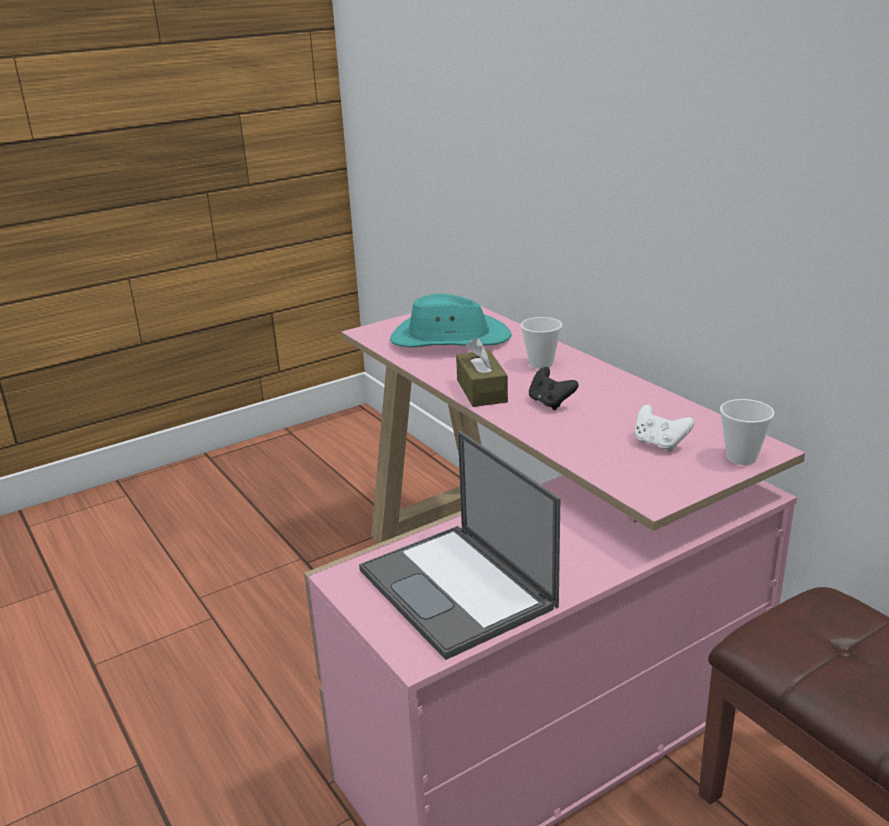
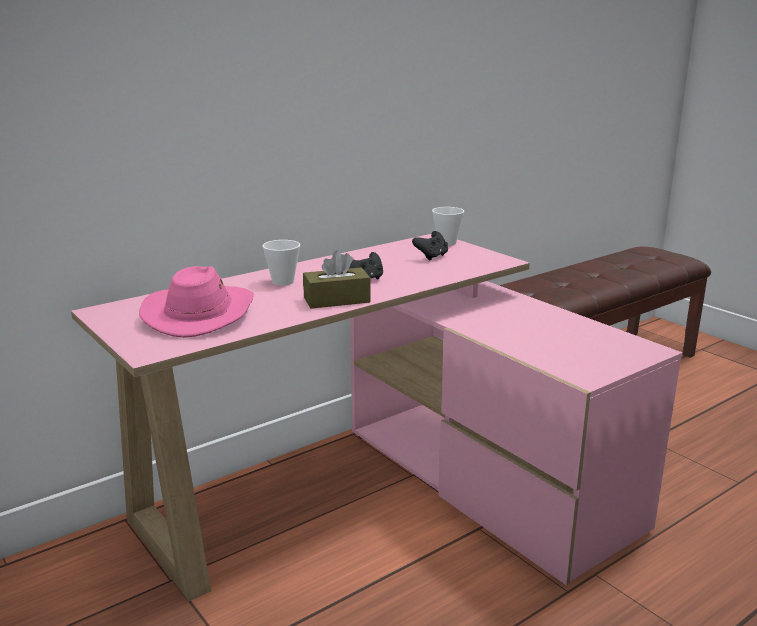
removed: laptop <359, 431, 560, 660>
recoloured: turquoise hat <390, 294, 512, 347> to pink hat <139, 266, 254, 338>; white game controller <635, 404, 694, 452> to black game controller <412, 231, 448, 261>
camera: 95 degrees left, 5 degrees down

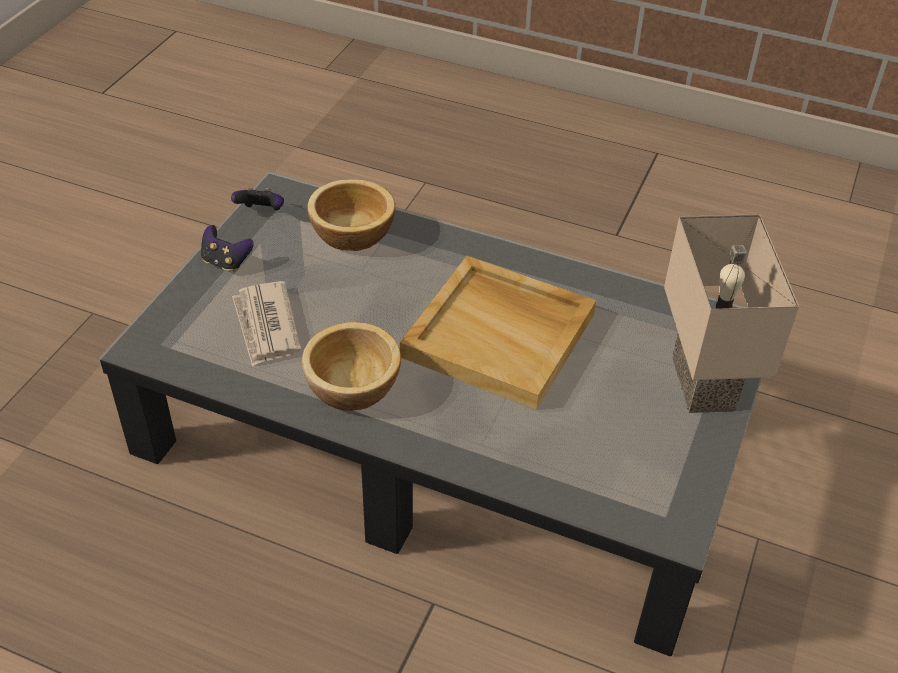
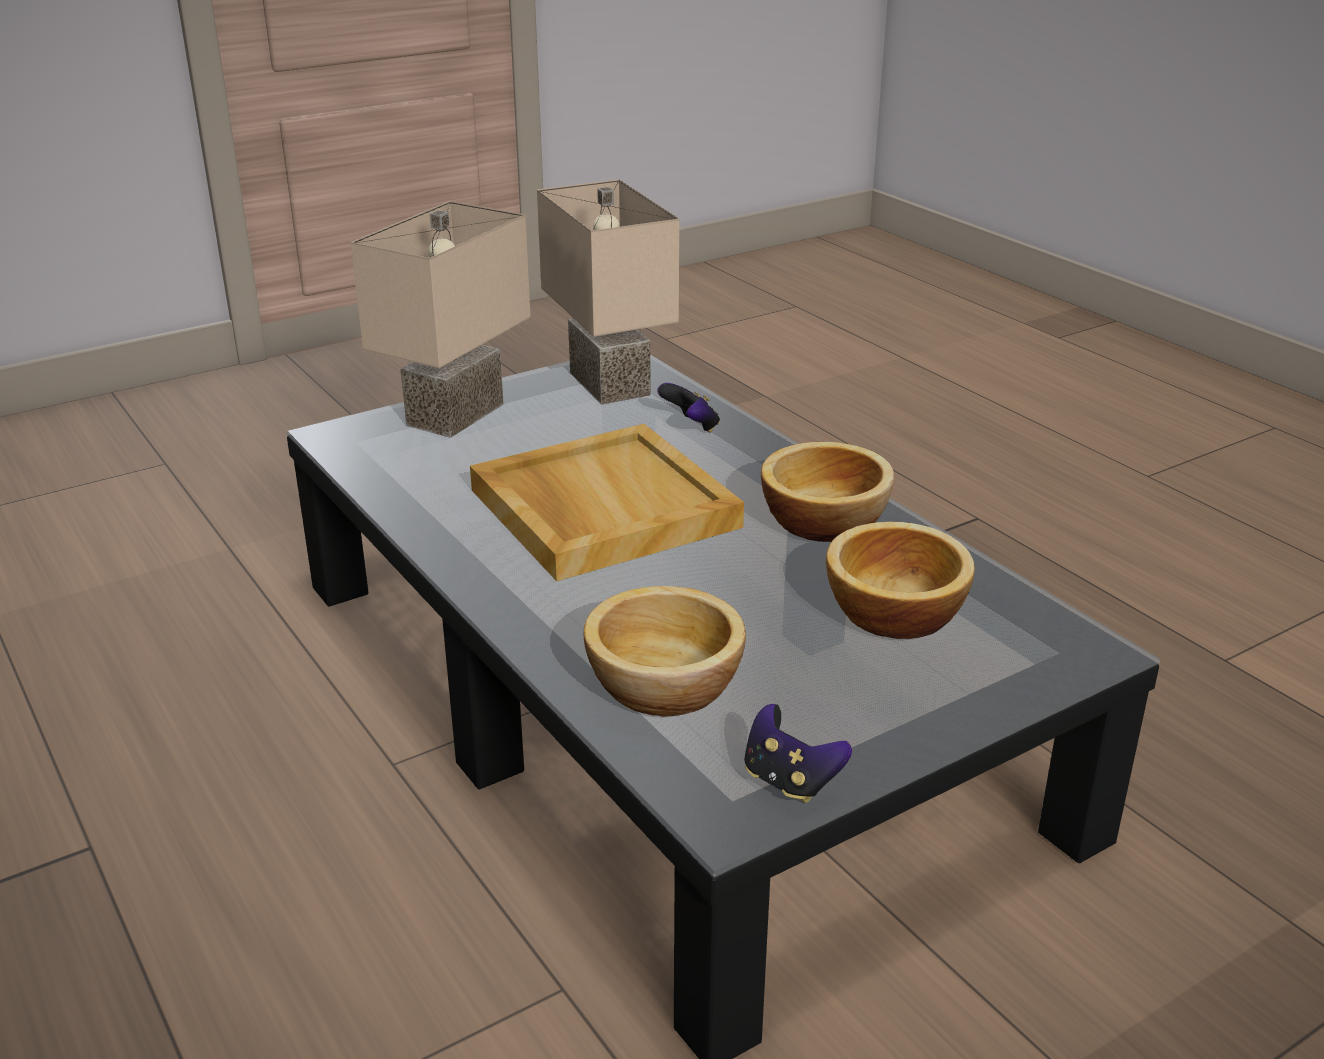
added: beige table lamp <537, 179, 679, 404>
moved: game controller <201, 225, 254, 272> to <657, 383, 720, 432>
replaced: newspaper <232, 281, 302, 367> to bowl <826, 522, 975, 639>
camera: 145 degrees left, 15 degrees down

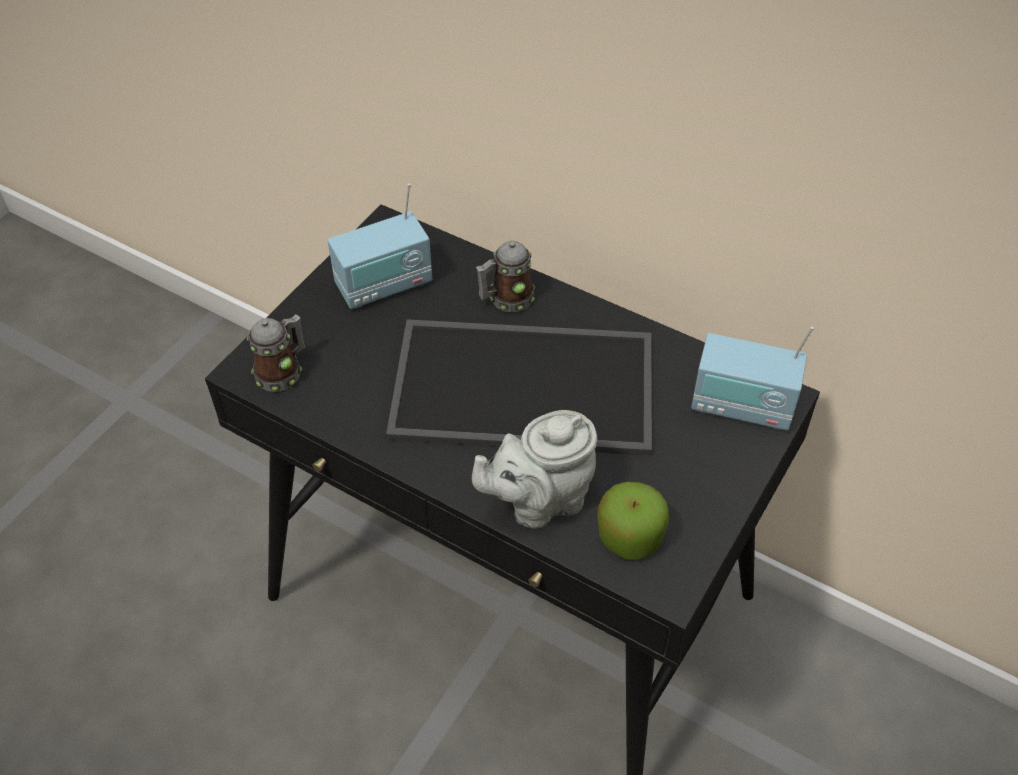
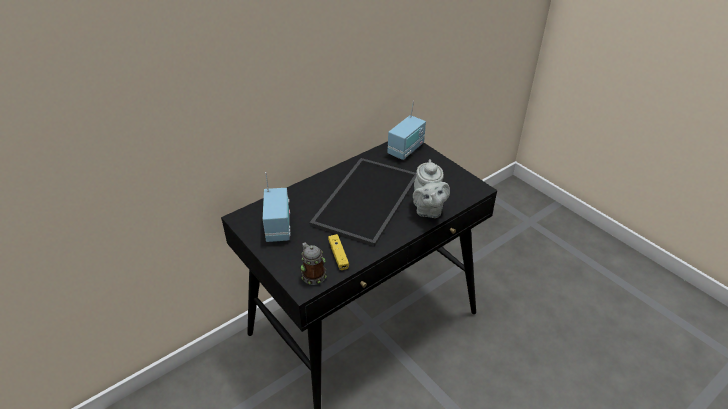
removed: mug <476, 241, 535, 312>; apple <598, 482, 669, 560>
added: yellow game controller <328, 234, 349, 270>
camera: 70 degrees left, 10 degrees down

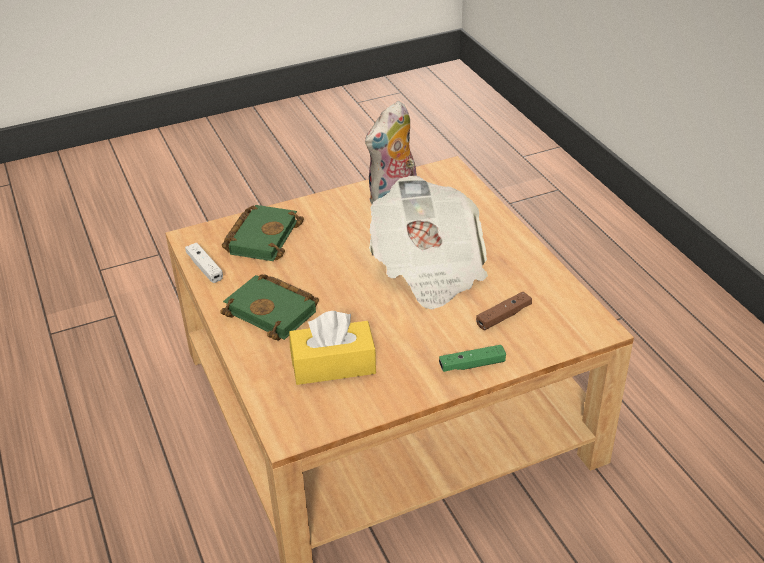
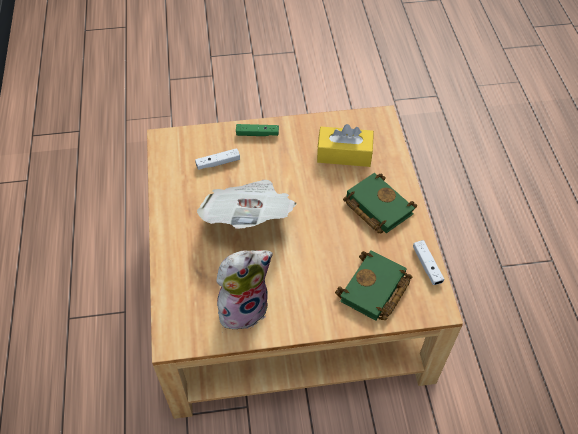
recoloured: brown game controller <476, 291, 532, 330> to white game controller <195, 148, 240, 170>
camera: 165 degrees left, 15 degrees up

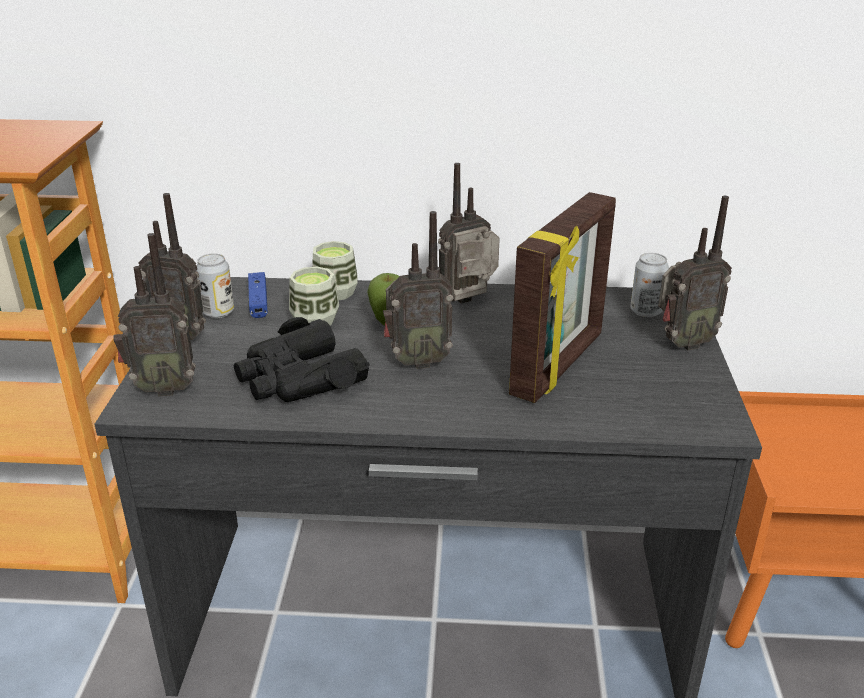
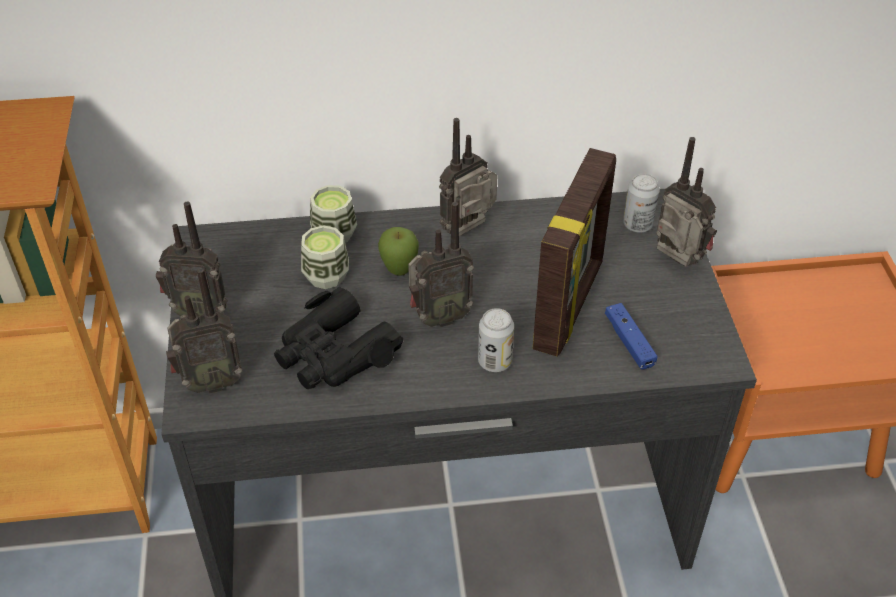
moved: can <196, 253, 234, 318> to <478, 308, 514, 372>; blue game controller <248, 272, 268, 318> to <605, 303, 658, 370>
turned: radio <658, 196, 732, 350> = <656, 137, 717, 267> 105 degrees counterclockwise
camera: 10 degrees left, 15 degrees up

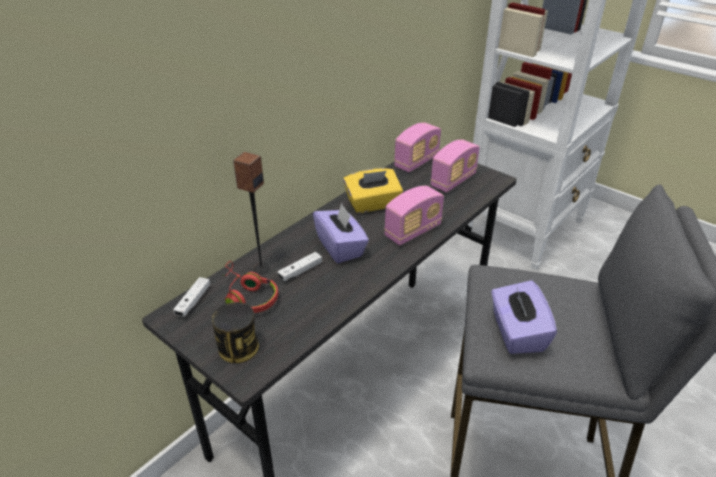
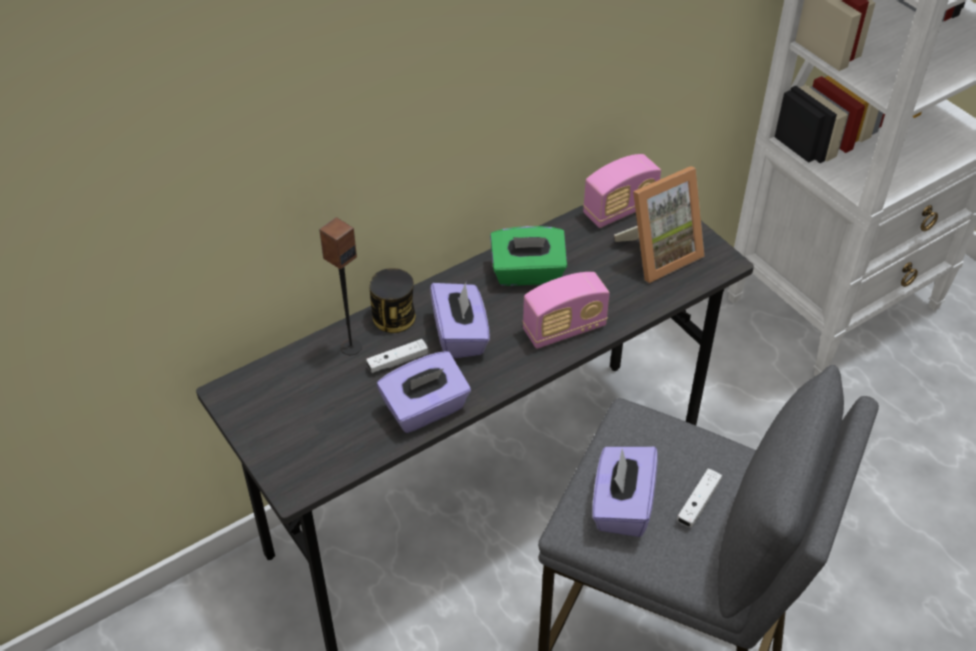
removed: red headphones <223, 261, 278, 313>
added: purple tissue box <377, 351, 471, 433>
moved: white game controller <173, 277, 210, 317> to <677, 469, 722, 528>; can <212, 302, 259, 363> to <369, 268, 416, 333>
replaced: radio <431, 139, 480, 193> to picture frame <614, 166, 705, 283>
recoloured: yellow tissue box <343, 168, 403, 213> to green tissue box <490, 226, 567, 286>
camera: 15 degrees right, 10 degrees up

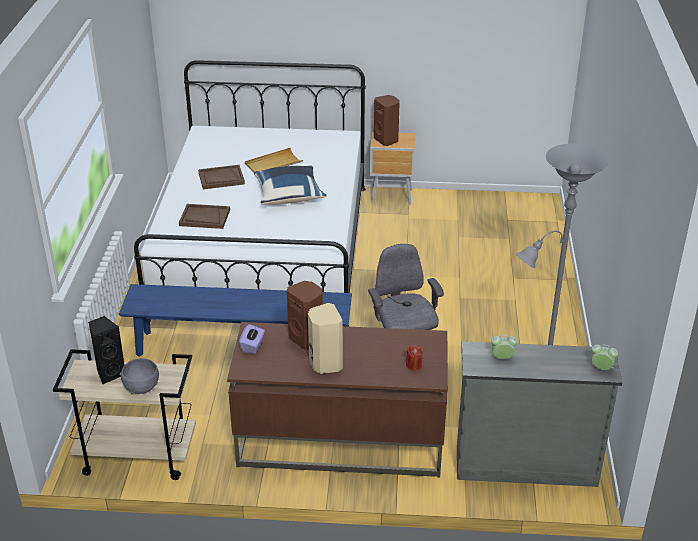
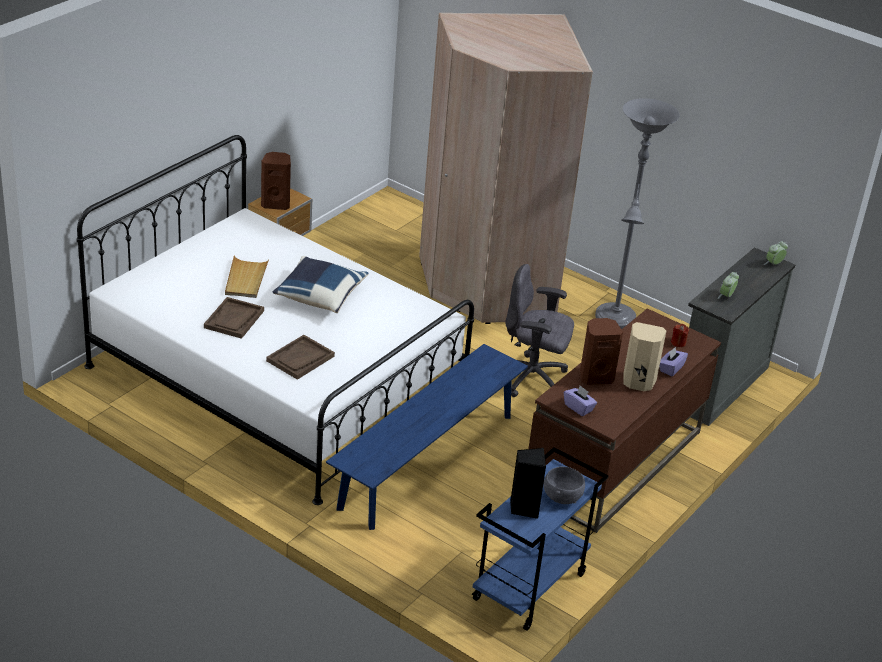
added: beige wardrobe <419, 13, 593, 324>; purple tissue box <659, 347, 688, 376>
recoloured: beige cart <53, 349, 196, 480> to blue cart <472, 447, 608, 631>
camera: 60 degrees left, 0 degrees up

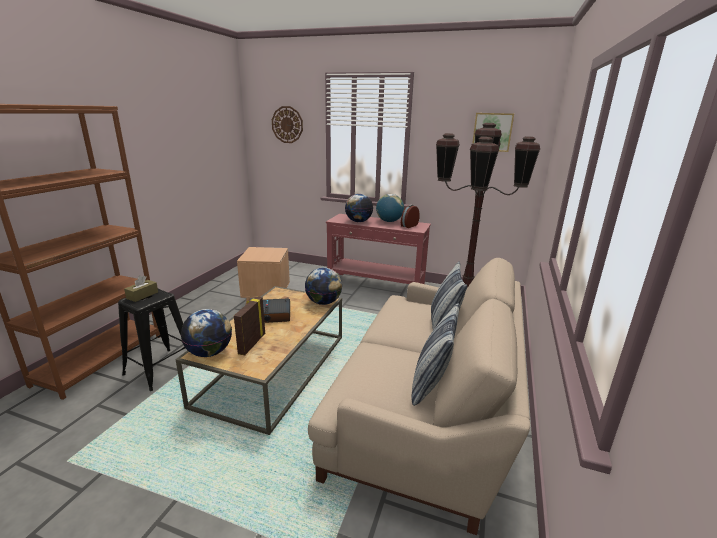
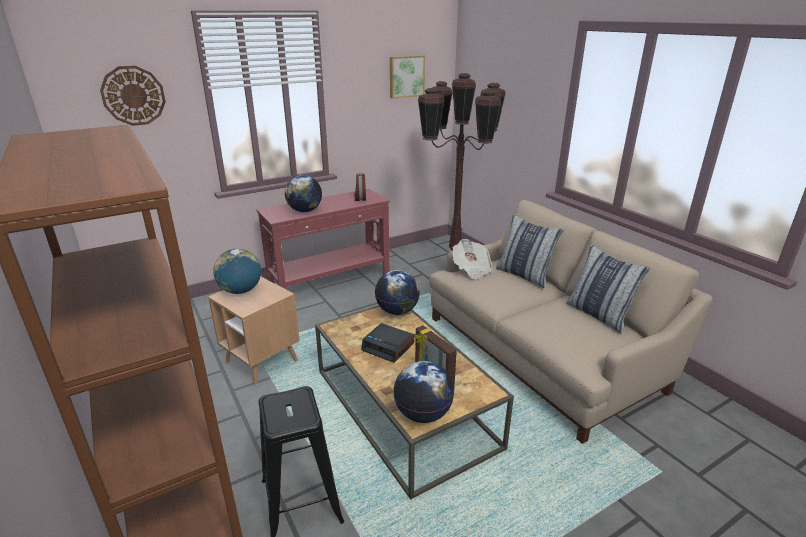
removed: brown tissue box <124, 275, 158, 302>
added: newspaper <453, 239, 492, 279>
moved: globe <376, 194, 404, 222> to <213, 249, 261, 294>
camera: 50 degrees left, 5 degrees up

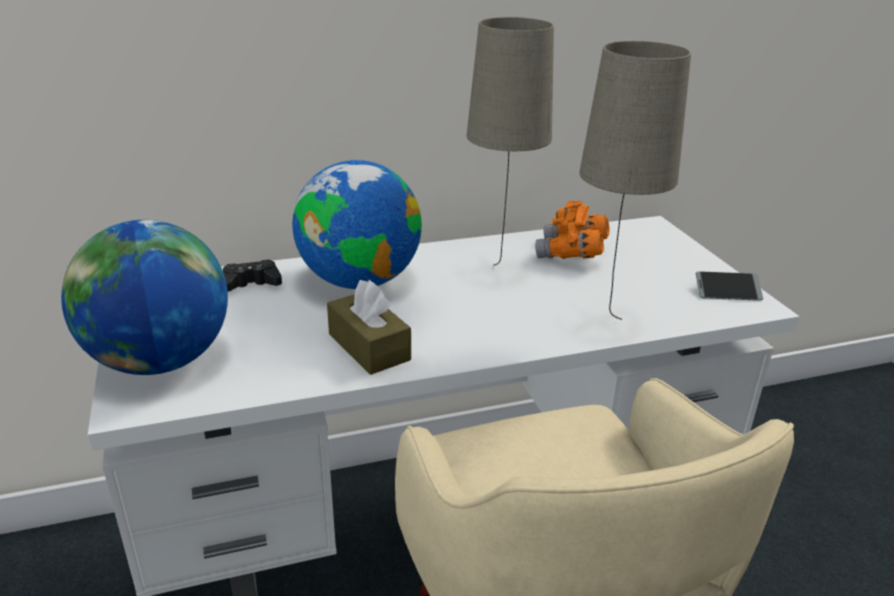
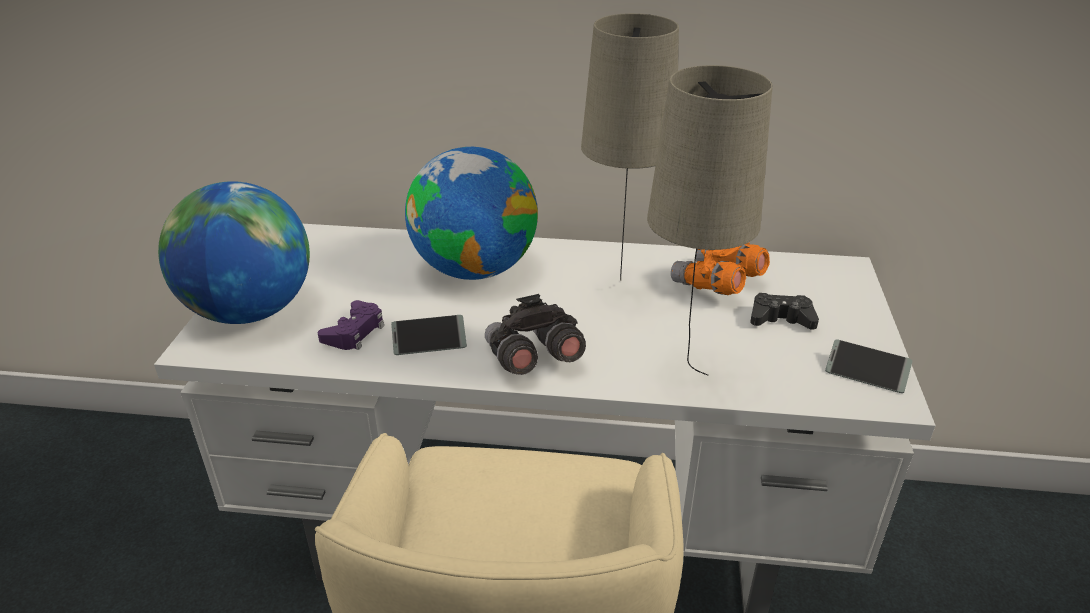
added: grey binoculars <485, 294, 586, 375>; purple game controller <318, 300, 384, 350>
moved: black game controller <223, 259, 282, 292> to <750, 293, 819, 330>
replaced: brown tissue box <327, 280, 411, 375> to phone <391, 315, 467, 355>
camera: 25 degrees right, 5 degrees up

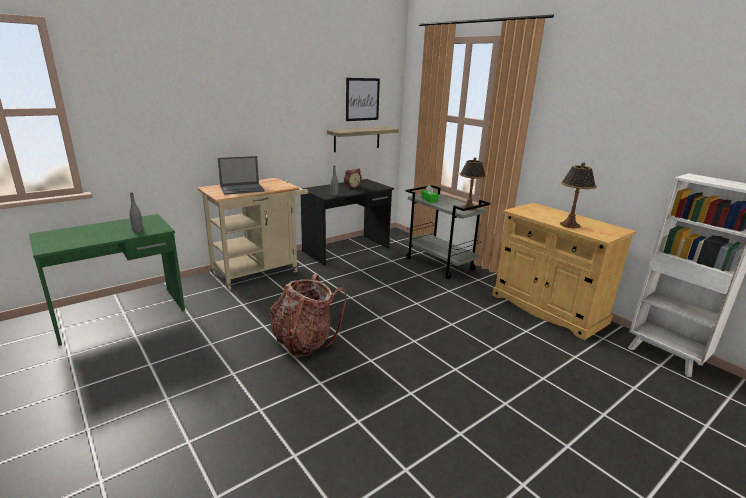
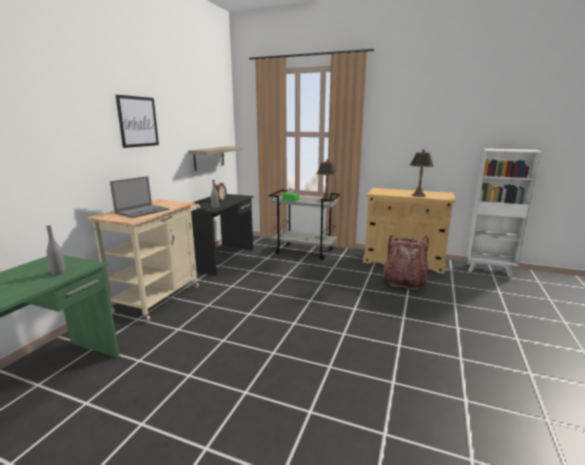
moved: picture <346, 78, 380, 121> to <116, 95, 159, 148>; backpack <270, 274, 347, 357> to <383, 235, 429, 290>
camera: 30 degrees left, 5 degrees down

